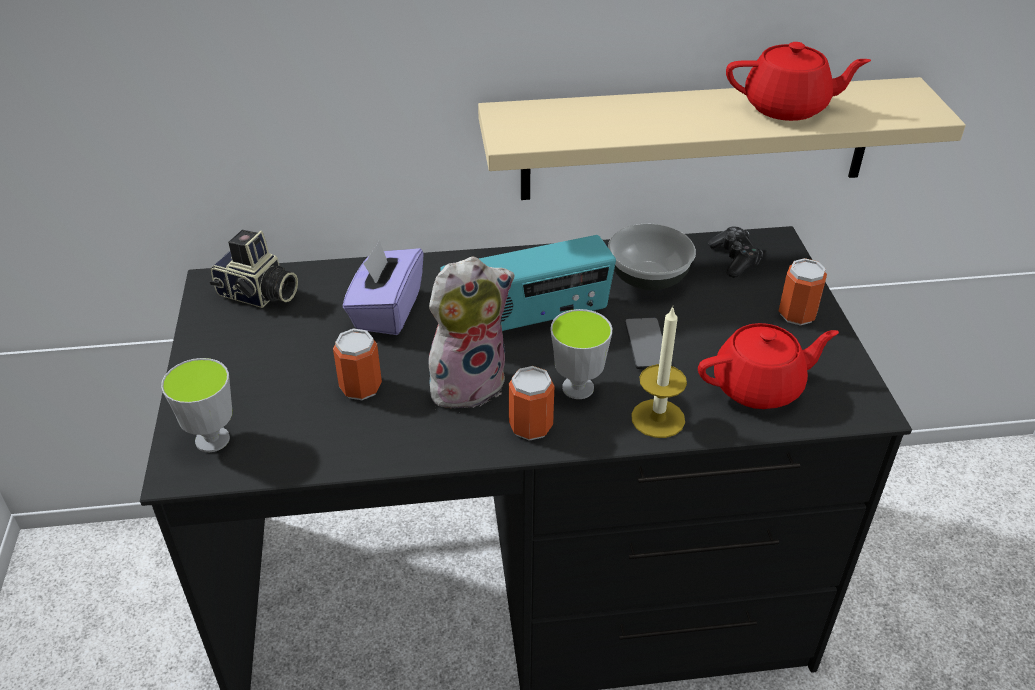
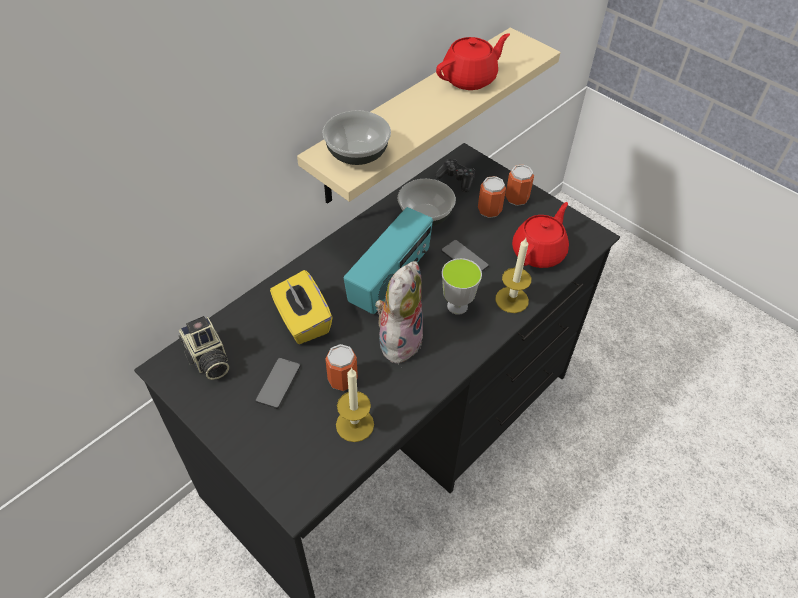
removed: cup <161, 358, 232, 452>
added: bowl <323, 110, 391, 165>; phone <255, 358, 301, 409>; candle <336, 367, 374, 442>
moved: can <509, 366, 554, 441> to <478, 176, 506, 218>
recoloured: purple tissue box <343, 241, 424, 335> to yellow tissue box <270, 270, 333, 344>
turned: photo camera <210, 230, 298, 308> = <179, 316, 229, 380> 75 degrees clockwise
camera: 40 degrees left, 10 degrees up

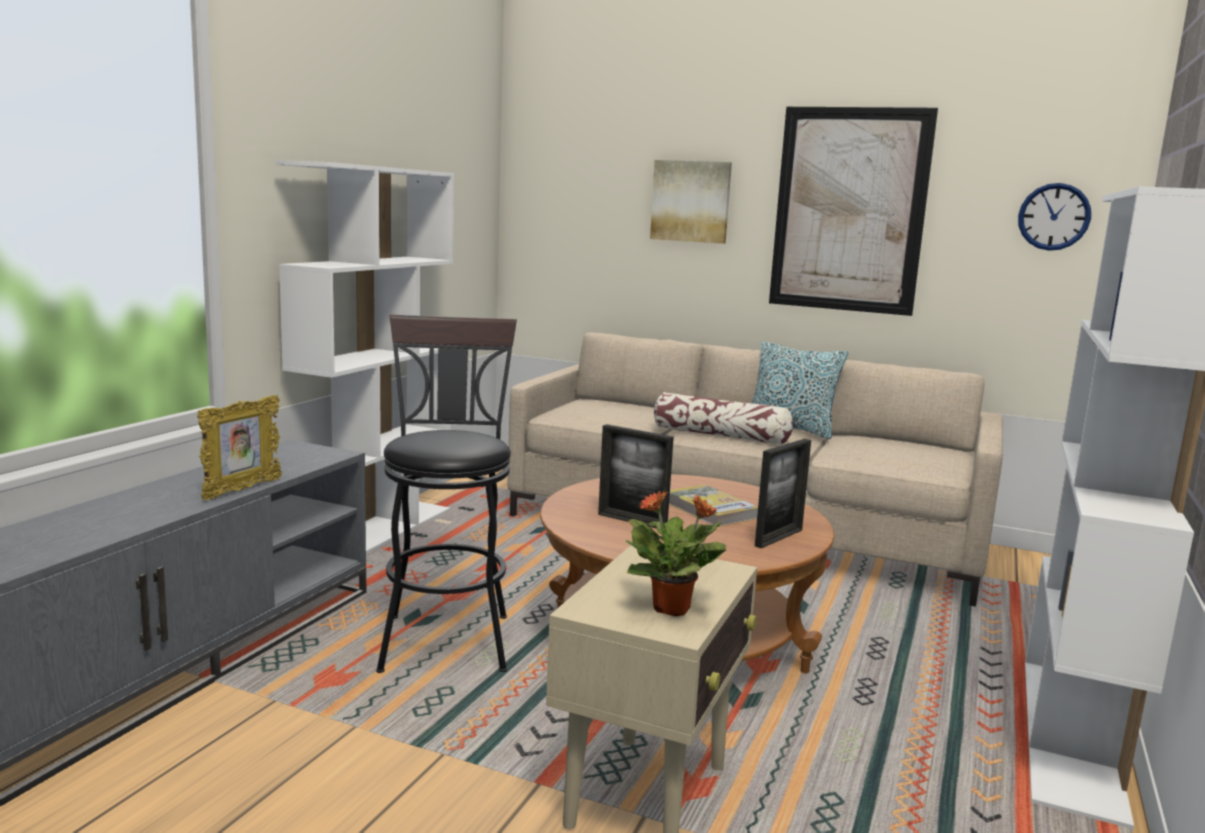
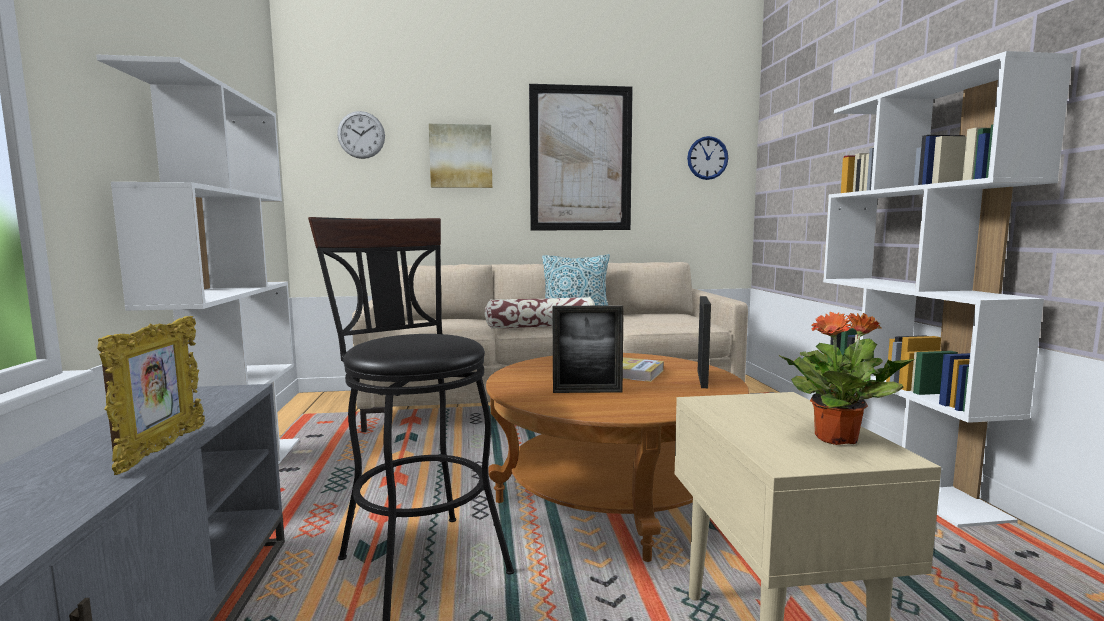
added: wall clock <337, 111, 385, 159>
camera: 30 degrees left, 5 degrees down

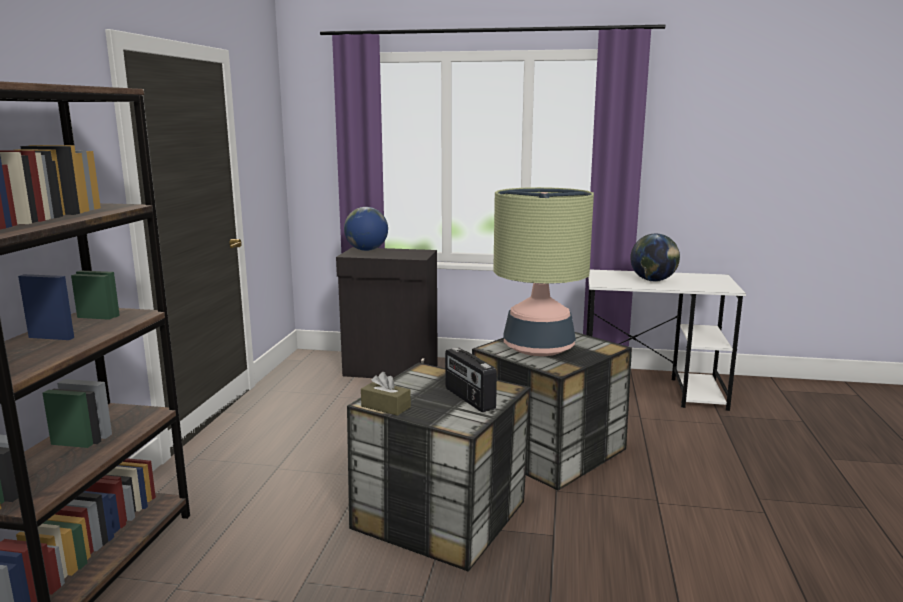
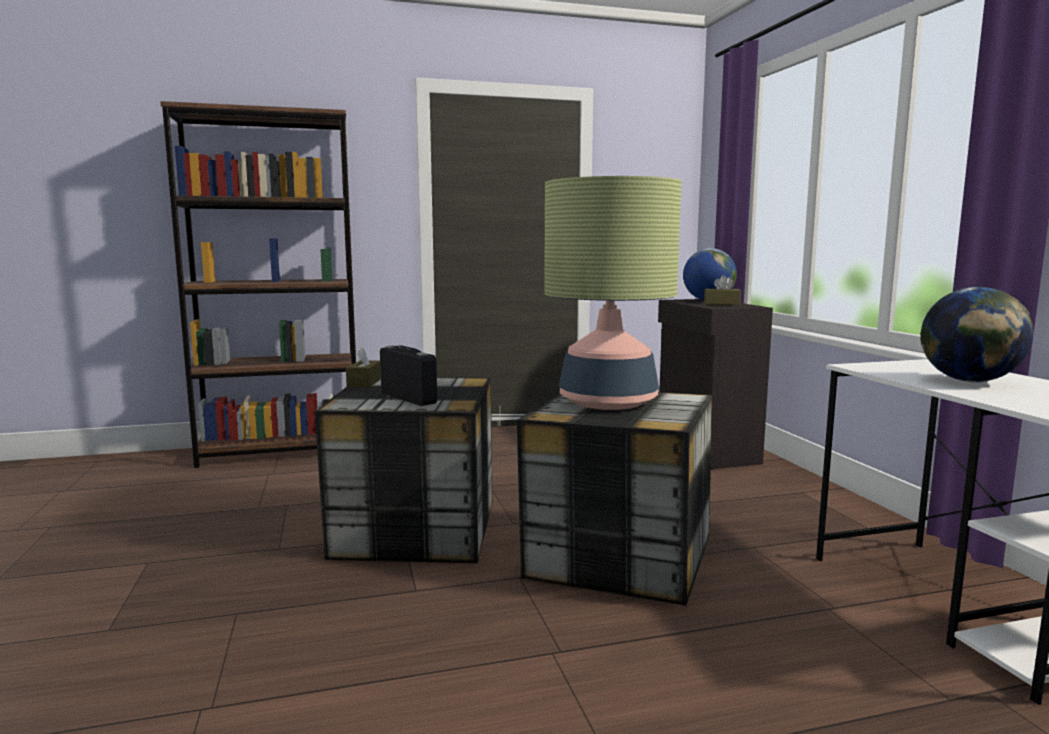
added: brown tissue box <704, 275, 741, 305>
turned: radio <445, 348, 497, 412> = <380, 345, 437, 406> 105 degrees clockwise
camera: 65 degrees right, 5 degrees down

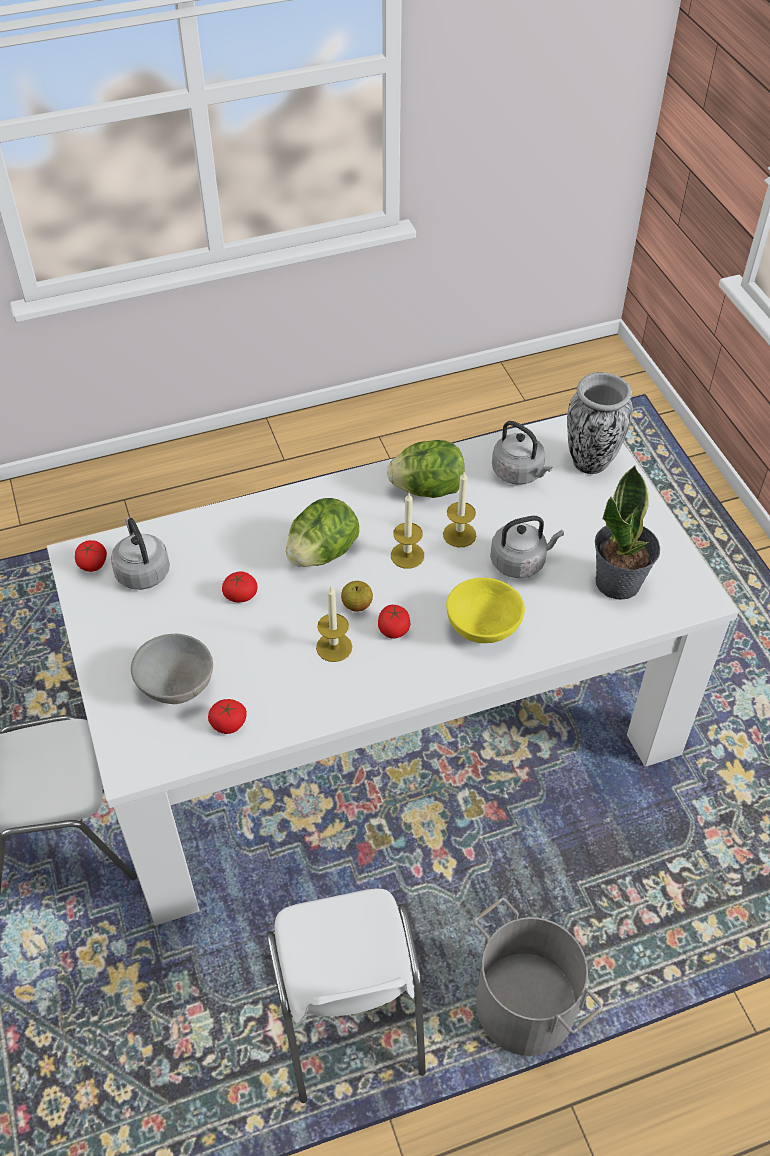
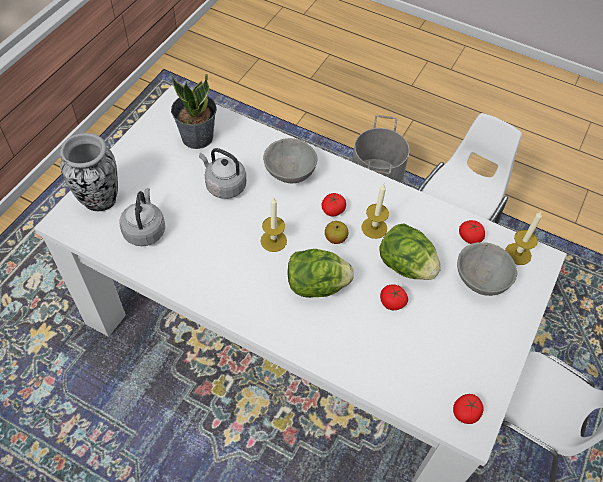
removed: grey kettle <111, 517, 170, 590>
moved: lettuce <387, 440, 465, 498> to <379, 223, 441, 280>; candle <443, 472, 476, 547> to <505, 212, 542, 265>
recoloured: yellow bowl <446, 578, 525, 643> to grey bowl <263, 138, 317, 183>
camera: 135 degrees left, 5 degrees up

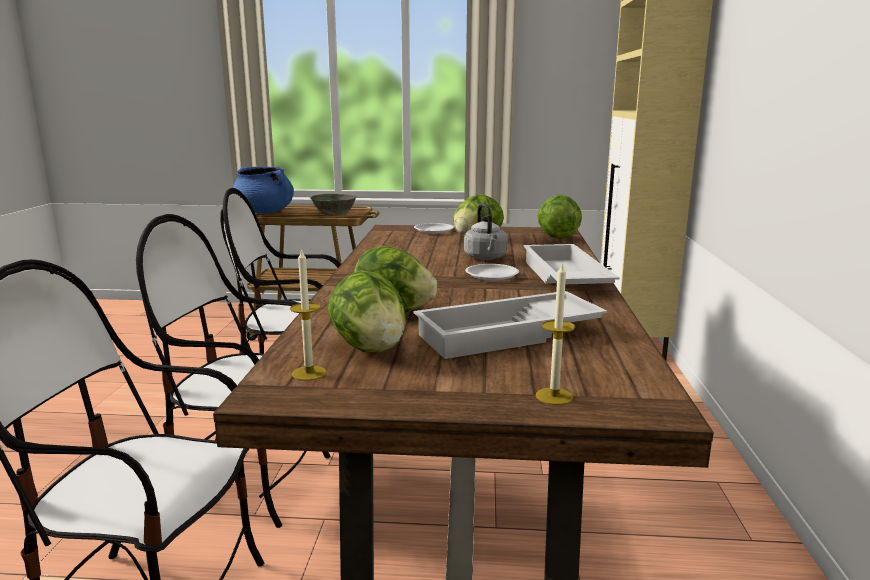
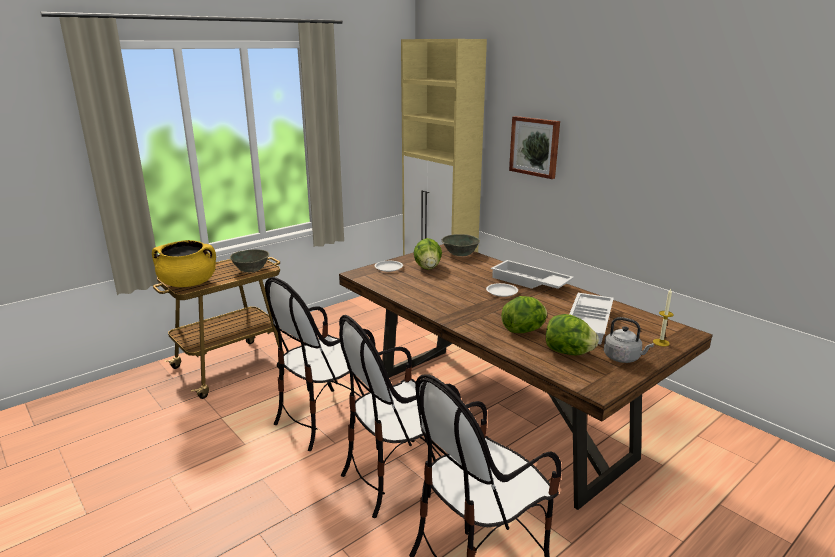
removed: candle <290, 248, 327, 381>
added: picture <509, 116, 560, 179>
moved: grey kettle <464, 204, 508, 260> to <604, 317, 654, 363>
replaced: lettuce <537, 194, 582, 239> to grey bowl <442, 234, 480, 256>
recoloured: blue cooking pot <233, 167, 294, 214> to yellow cooking pot <152, 240, 216, 287>
camera: 45 degrees left, 5 degrees up

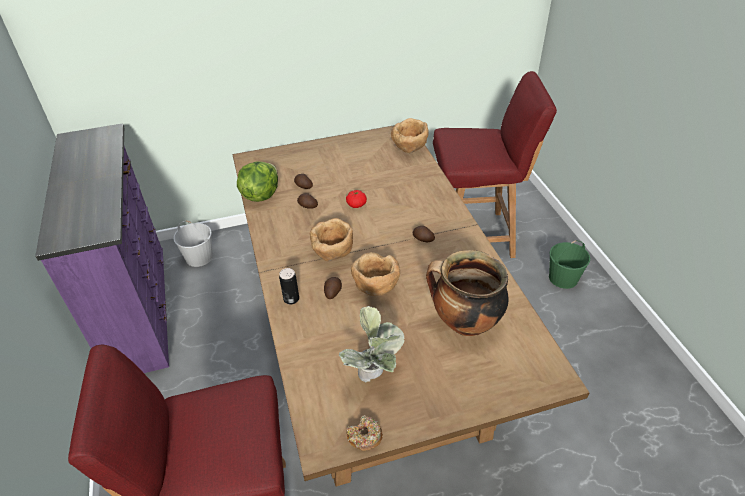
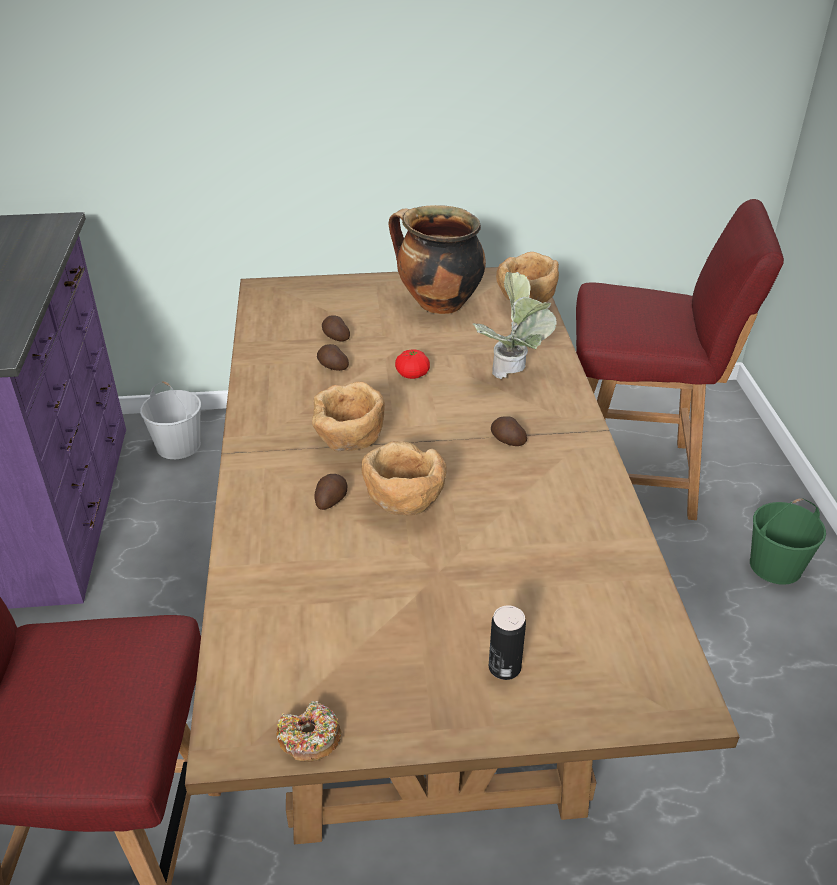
removed: lettuce <237, 161, 278, 202>
moved: cooking pot <426, 250, 509, 336> to <389, 205, 486, 314>; can <279, 268, 299, 304> to <489, 605, 526, 680>; potted plant <339, 306, 405, 382> to <473, 272, 557, 379>
camera: 10 degrees right, 5 degrees down

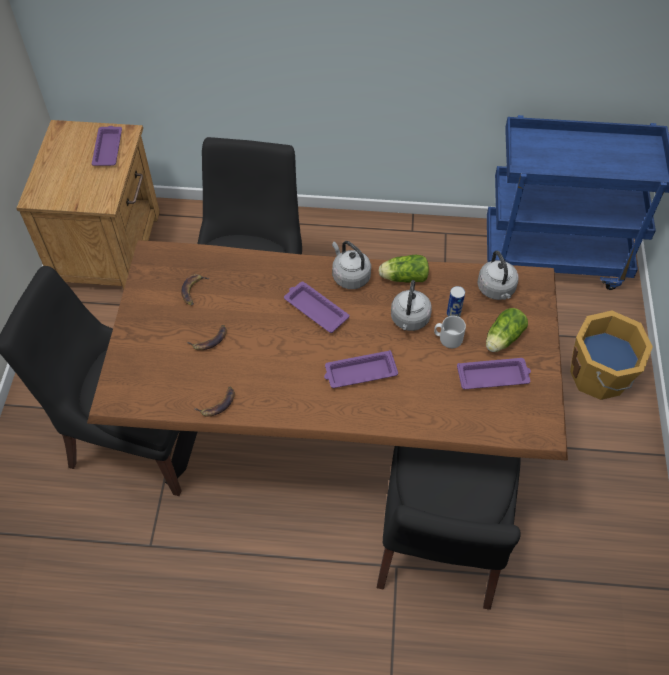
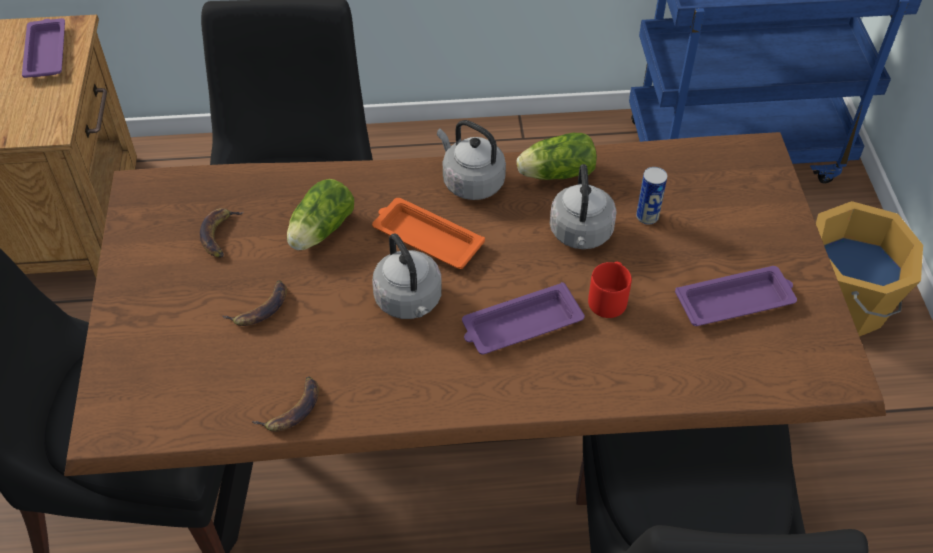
removed: grey mug <434, 316, 466, 348>
added: red mug <588, 262, 632, 318>
moved: grey kettle <477, 251, 519, 300> to <372, 233, 442, 319>; lettuce <486, 308, 528, 352> to <287, 179, 354, 250>
recoloured: purple tray <284, 282, 349, 333> to orange tray <372, 198, 485, 269>
camera: 10 degrees left, 5 degrees down

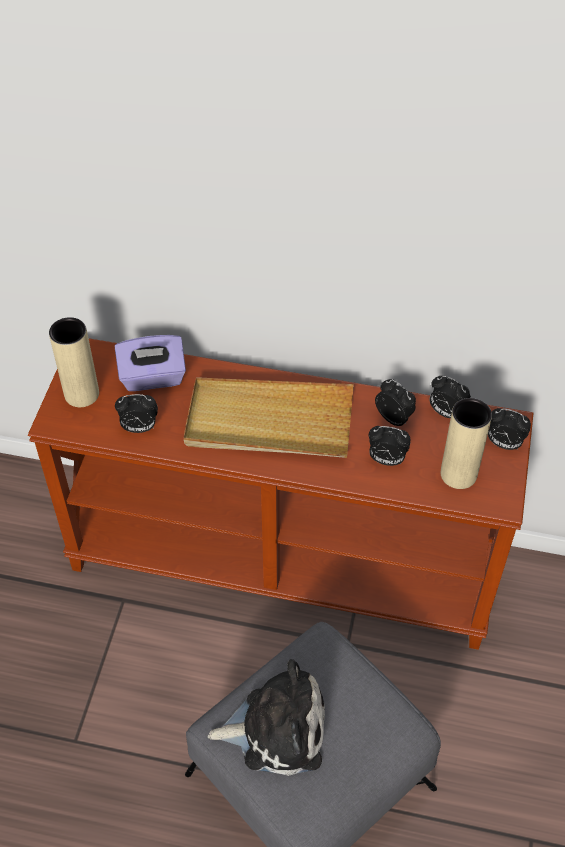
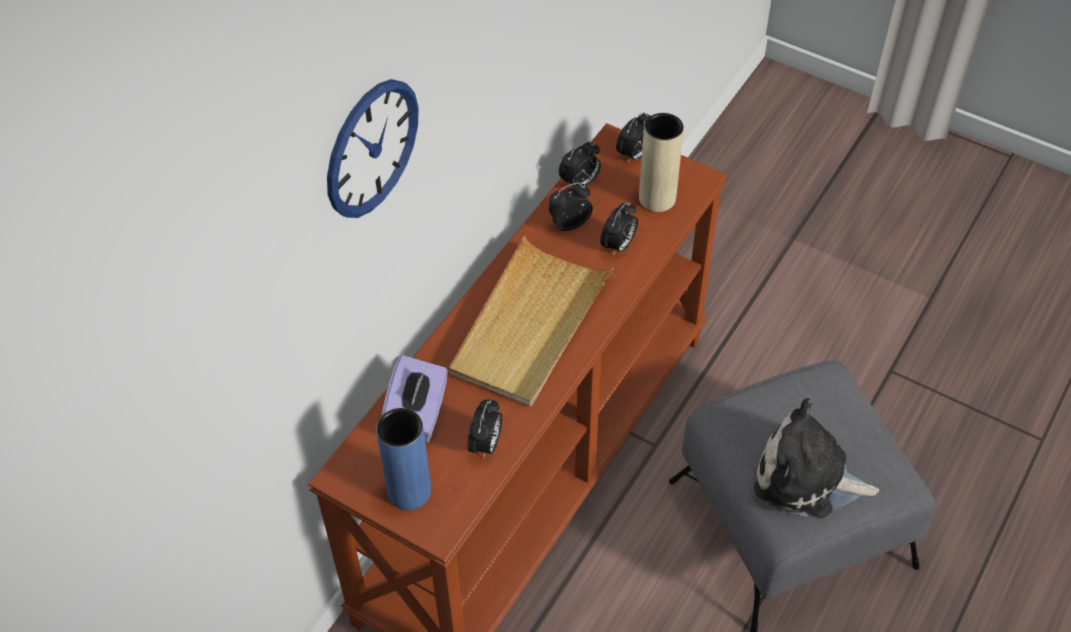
added: wall clock <327, 79, 419, 218>
recoloured: beige vase <49, 317, 99, 407> to blue vase <376, 408, 431, 510>
turned: plush toy <207, 659, 325, 776> = <754, 398, 879, 519> 90 degrees counterclockwise
camera: 70 degrees left, 0 degrees up

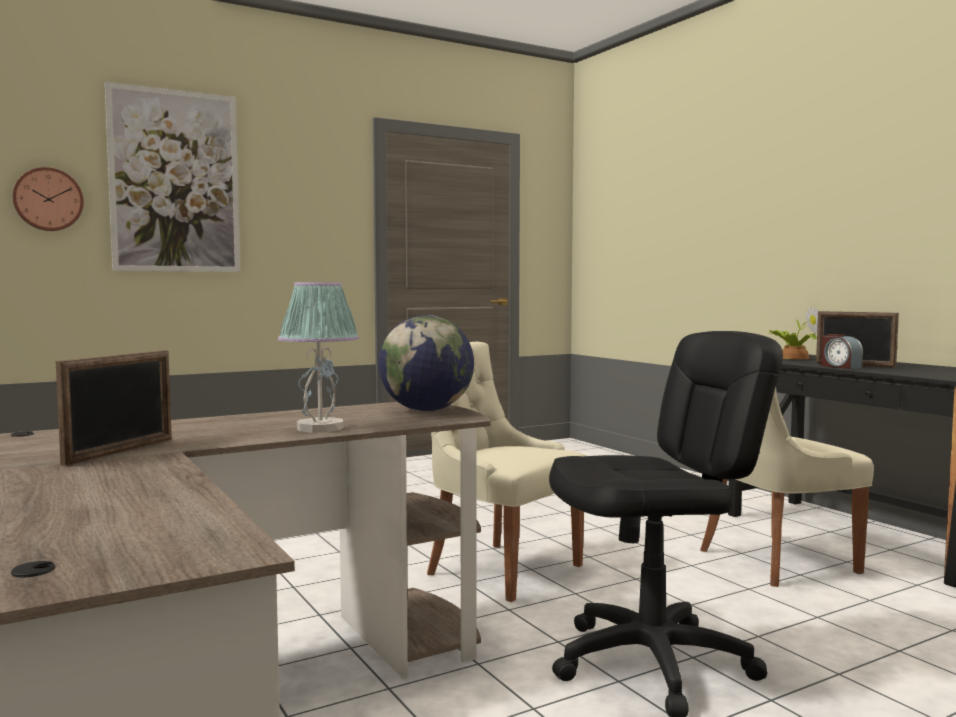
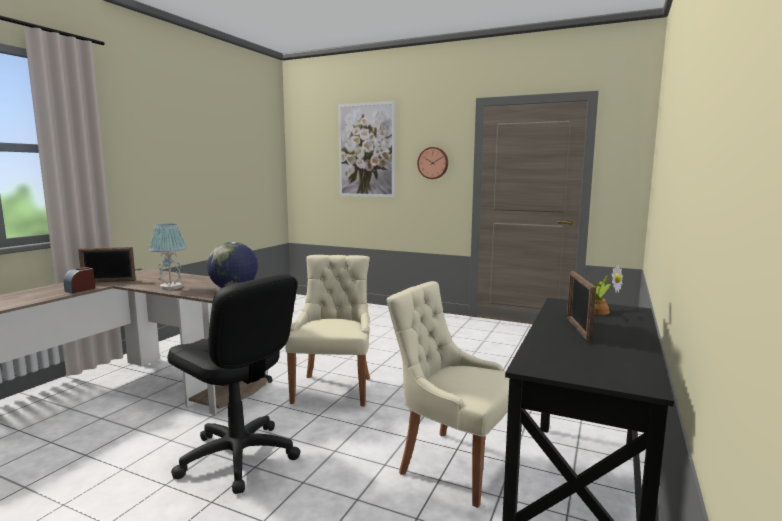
moved: wall clock <13, 167, 84, 231> to <417, 147, 448, 179>; alarm clock <821, 334, 863, 369> to <64, 267, 95, 293>
camera: 55 degrees right, 5 degrees up

